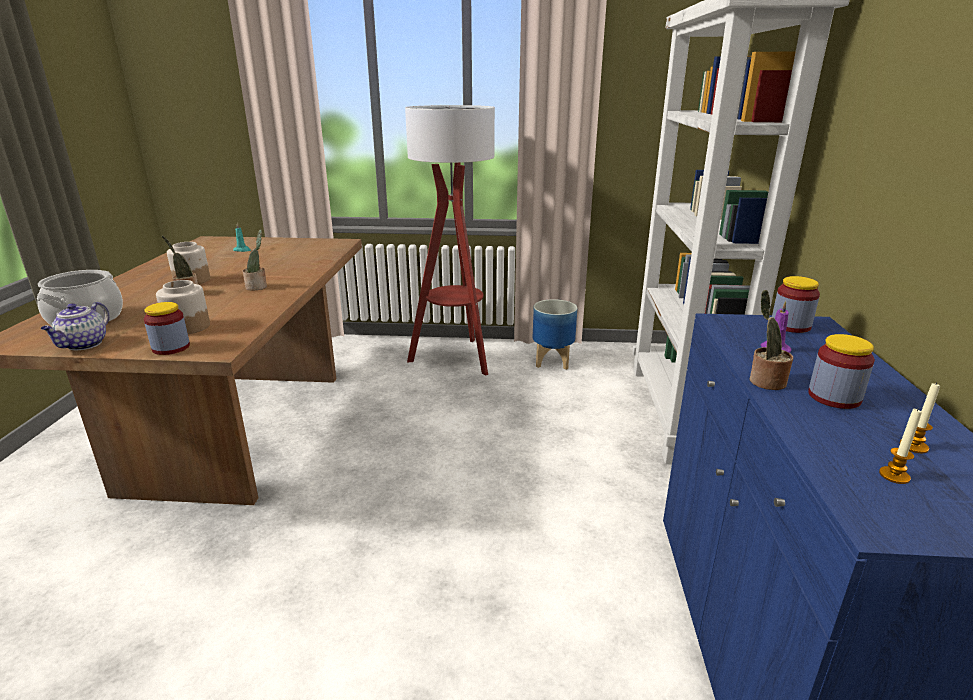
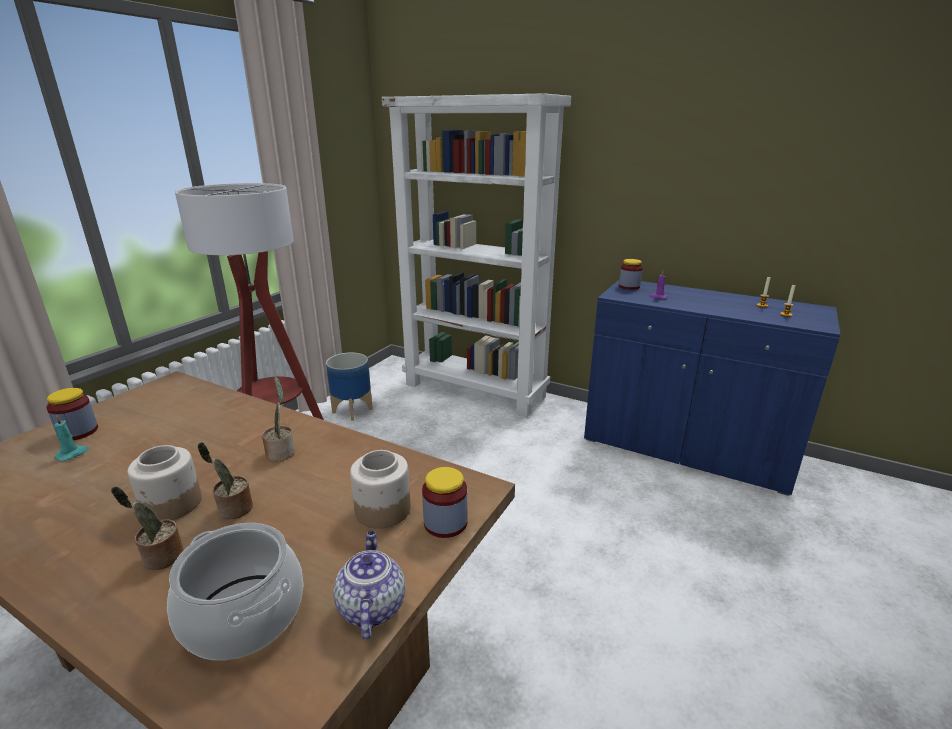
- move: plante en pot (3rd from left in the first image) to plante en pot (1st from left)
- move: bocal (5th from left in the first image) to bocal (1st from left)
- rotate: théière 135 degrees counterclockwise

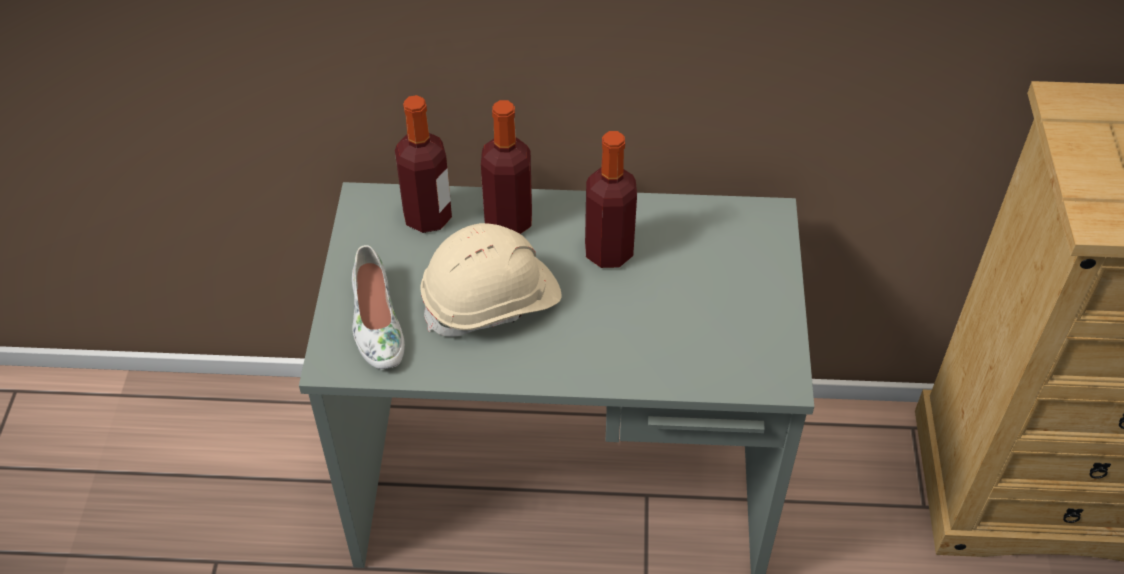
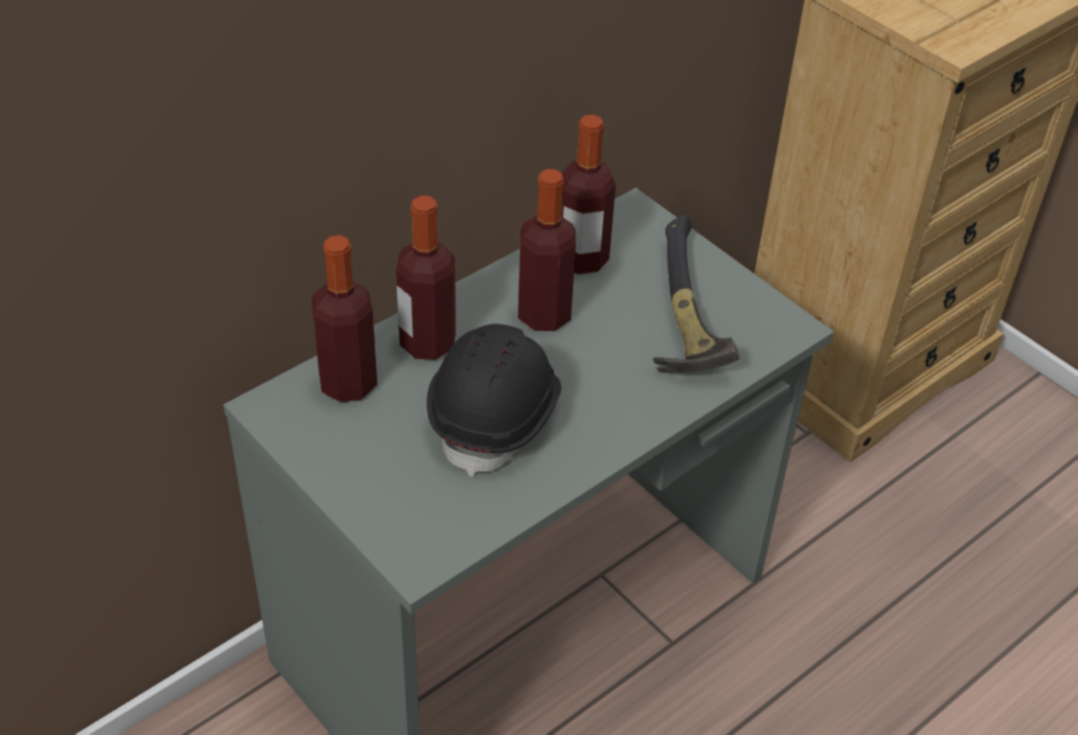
- delete: chaussure [blanc]
- insert: bouteille (4th from left)
- insert: marteau
- recolor: casque de chantier [beige] to casque de chantier [noir]

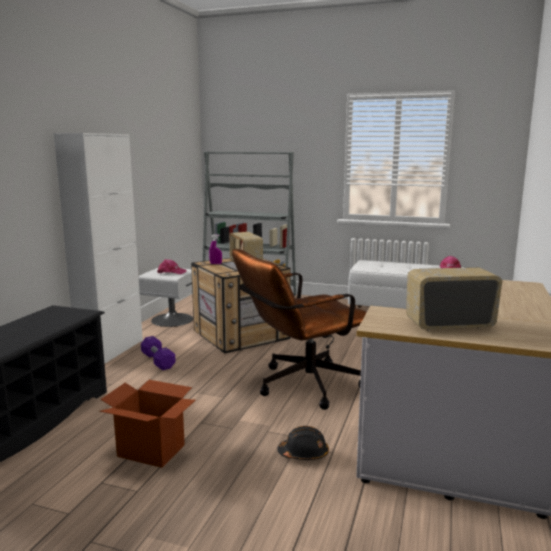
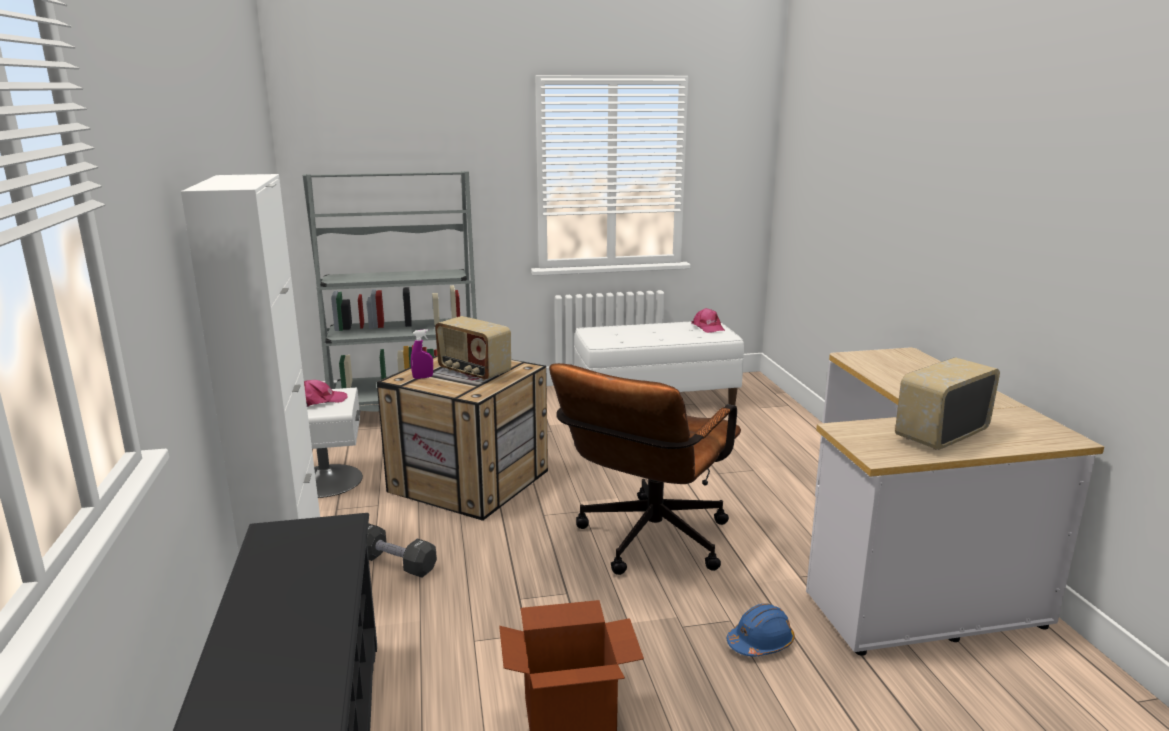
- recolor: haltère [violet] to haltère [noir]
- recolor: casque de chantier [noir] to casque de chantier [bleu]

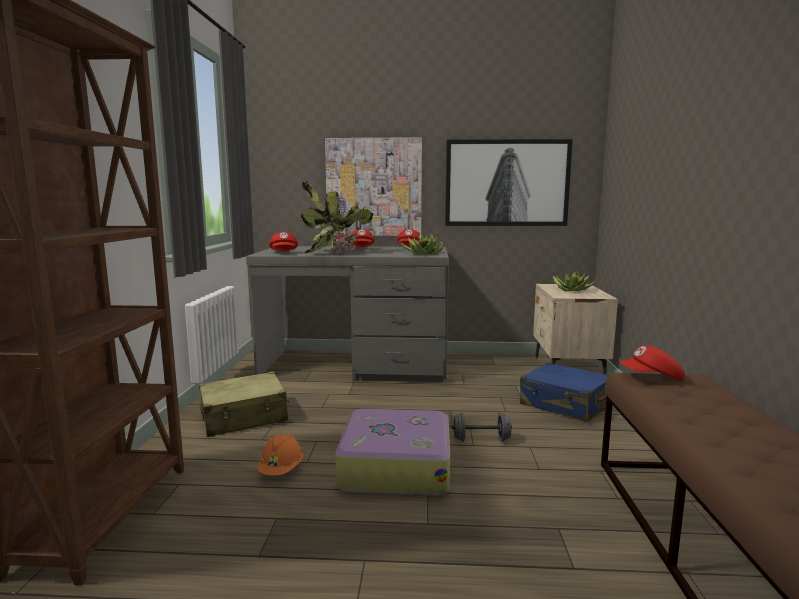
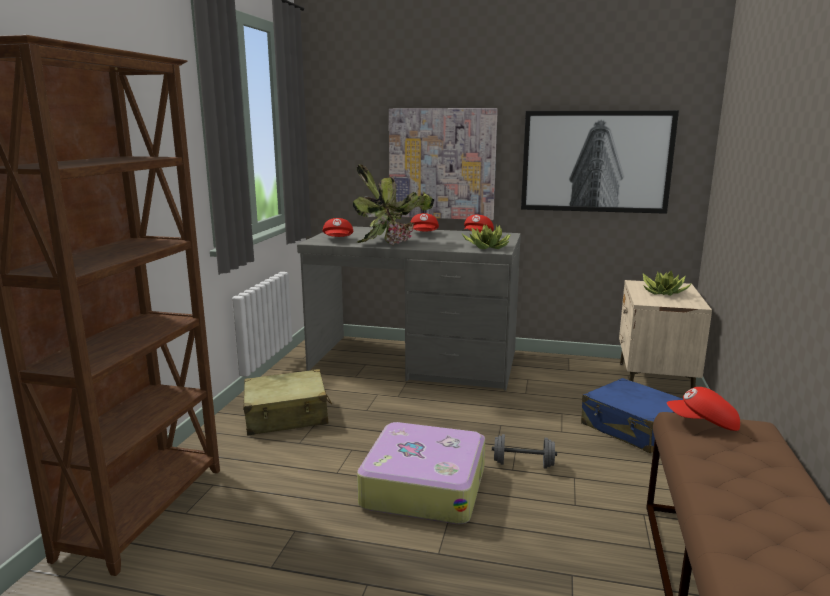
- delete: casque de chantier [orange]

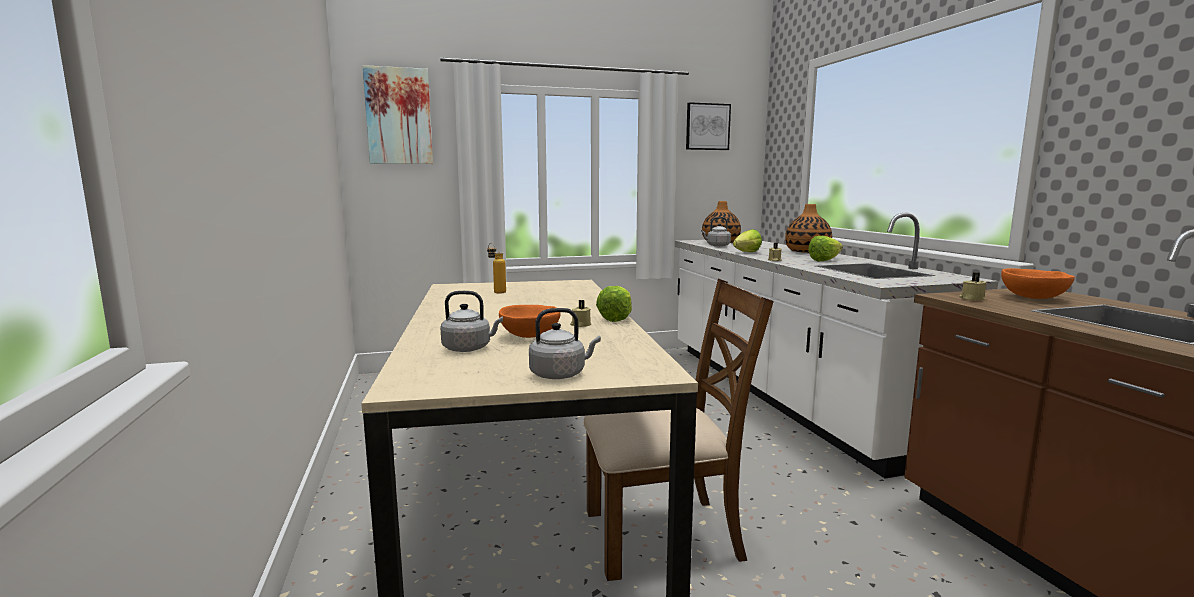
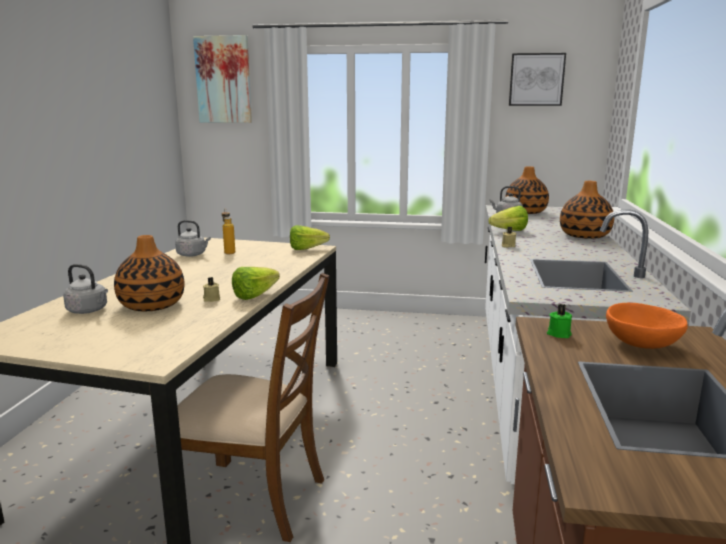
- move: bouilloire [gris] (2nd from left)
- move: laitue (3rd from left in the first image) to laitue (2nd from left)
- replace: bol [orange] (1st from left) to vase (1st from left)
- recolor: bougie [beige] (3rd from left) to bougie [vert]

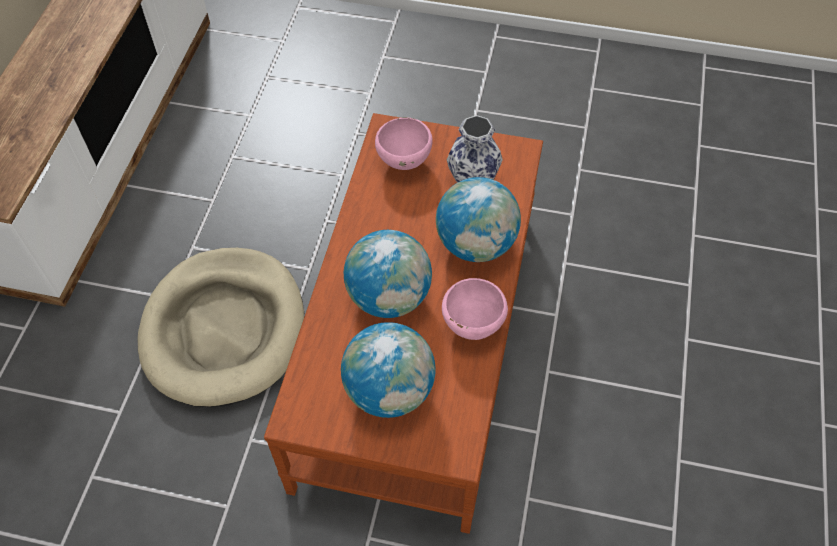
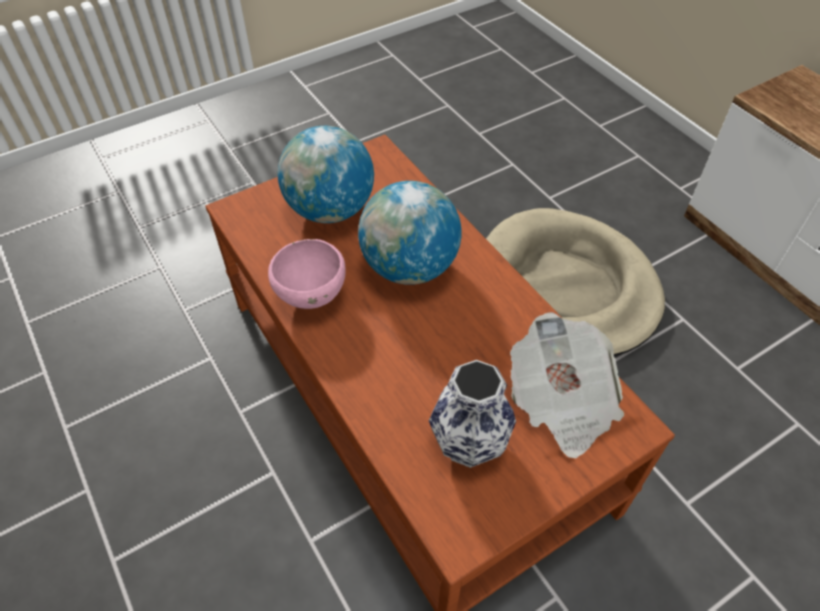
- delete: globe (3rd from left)
- replace: bol [rose] (1st from left) to journal

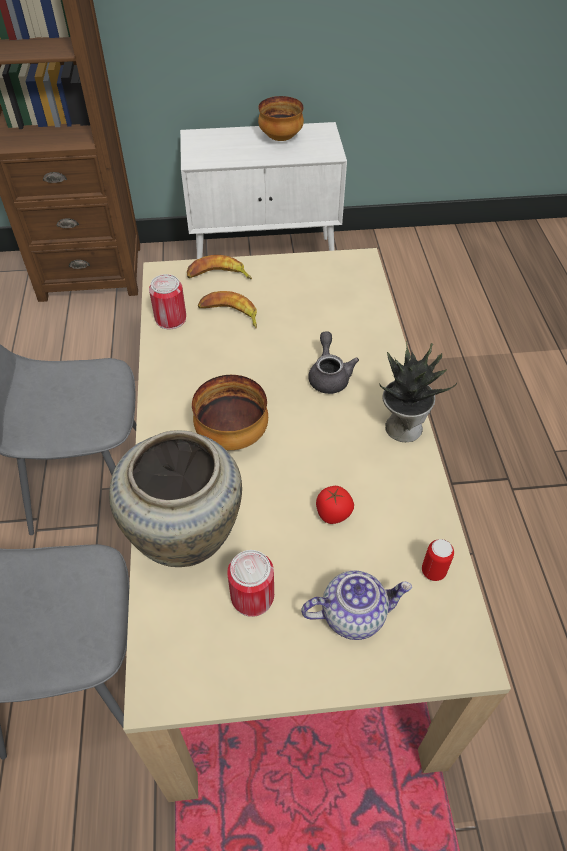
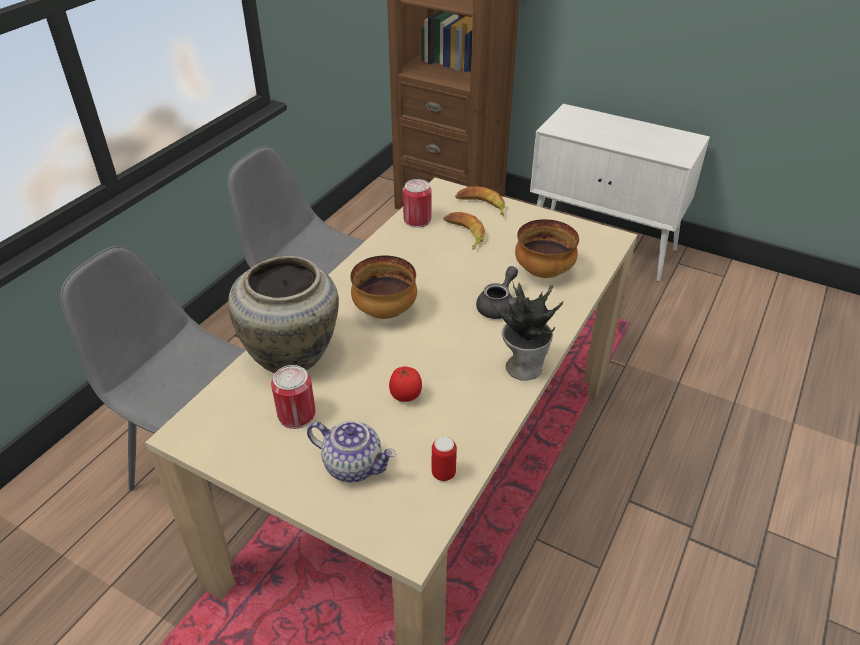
- move: bol (2nd from left)

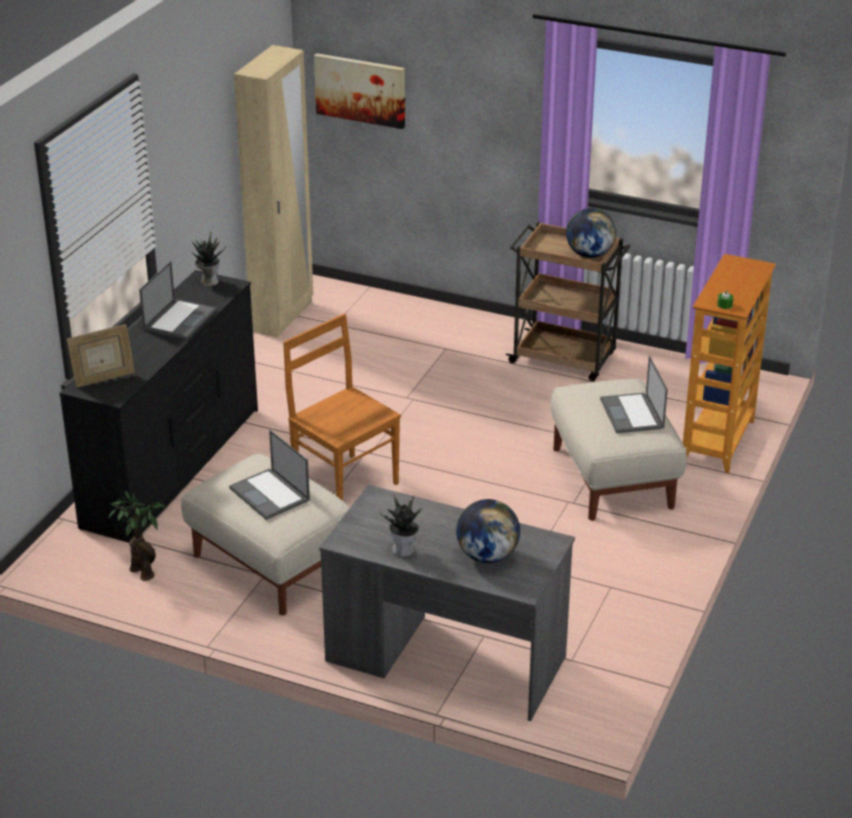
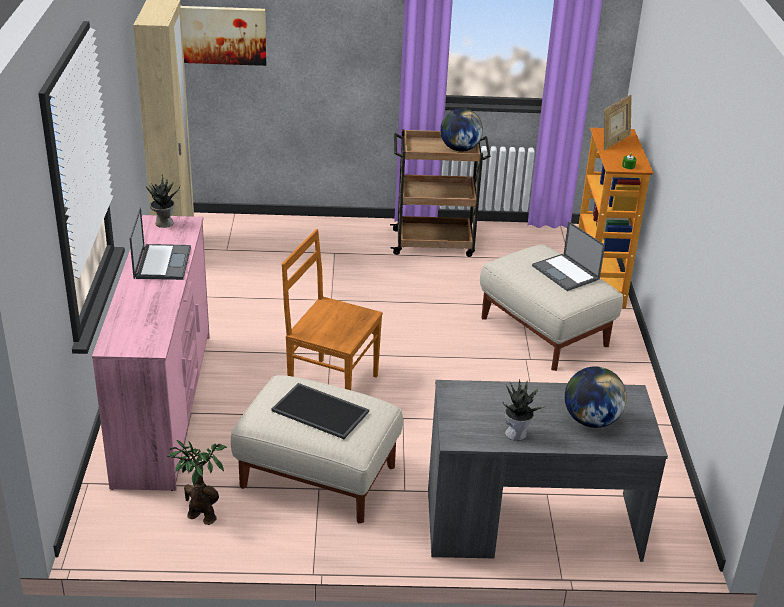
- move: cadre photo
- replace: ordinateur portable (2nd from left) to plateau
- recolor: commode [noir] to commode [rose]

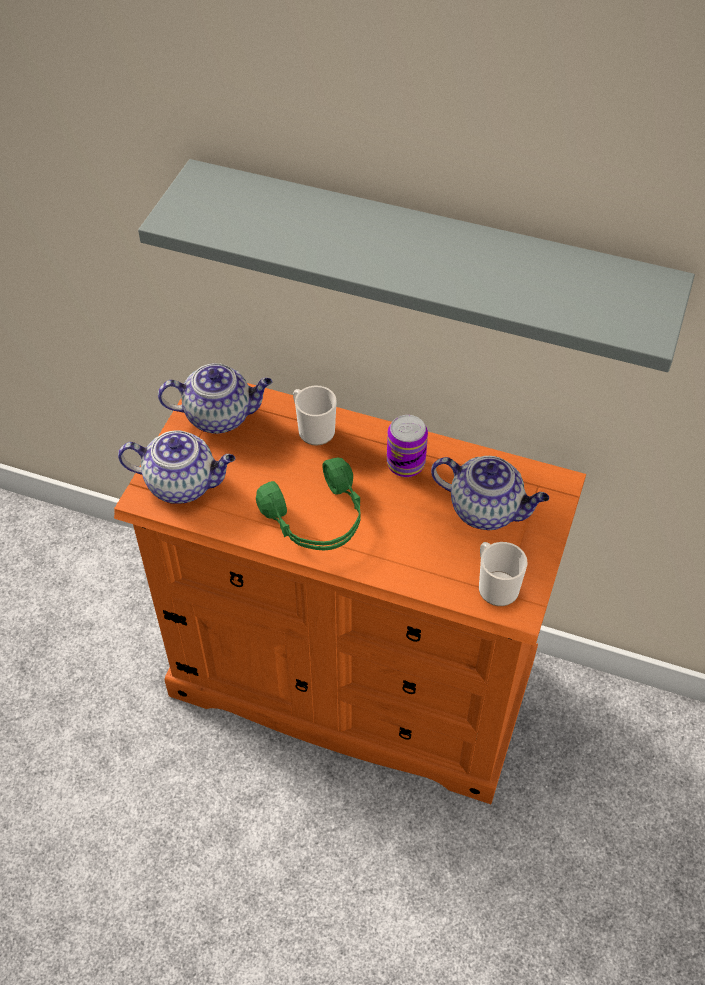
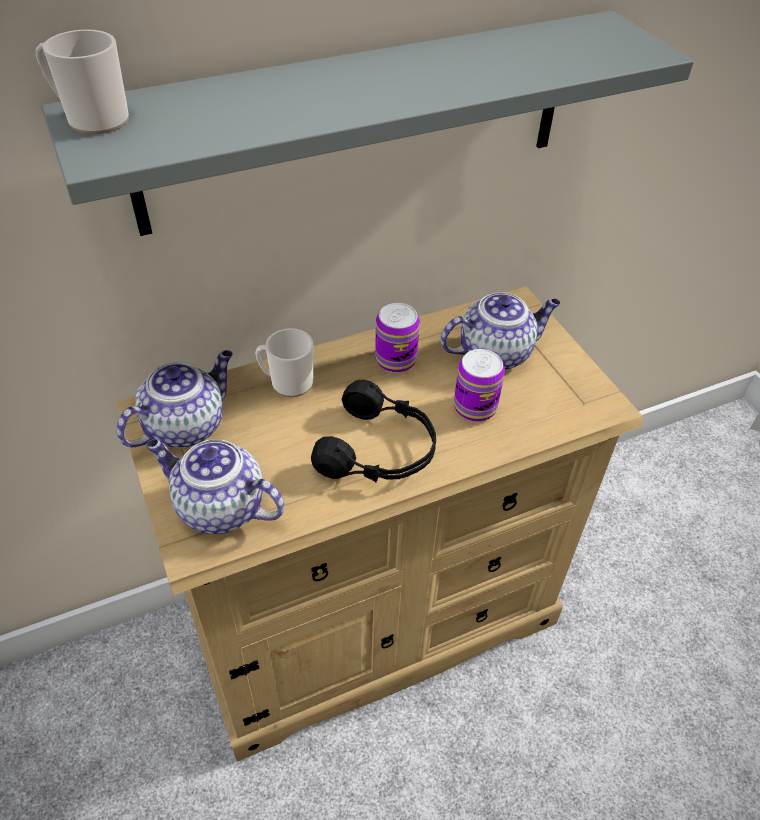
- insert: boîte métallique (2nd from left)
- move: mug (2nd from left in the first image) to mug (1st from left)
- recolor: commode [orange] to commode [beige]
- recolor: casque audio [vert] to casque audio [noir]
- rotate: théière (1st from left in the first image) 120 degrees counterclockwise

